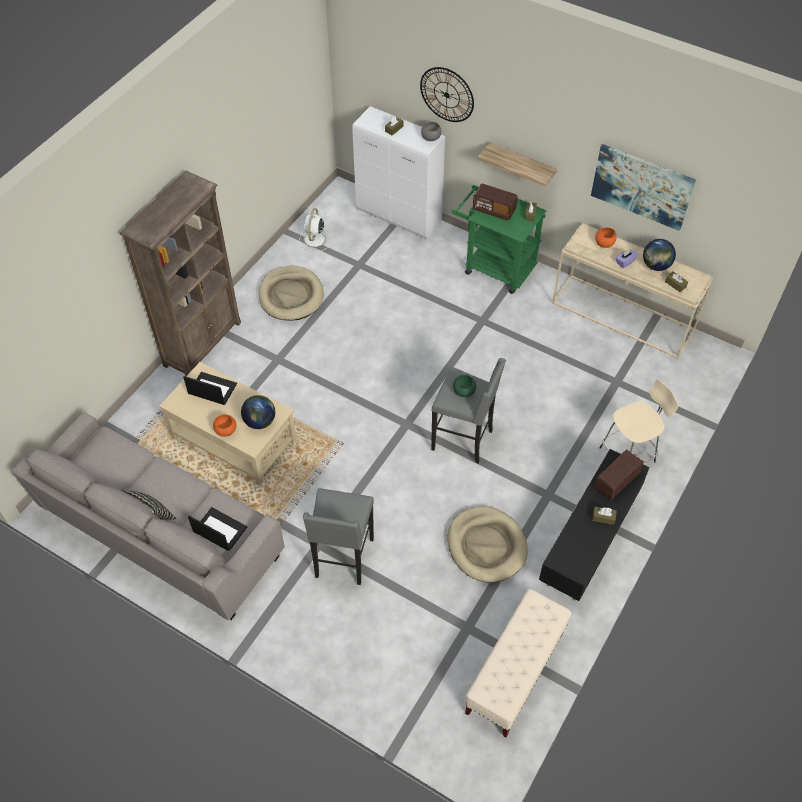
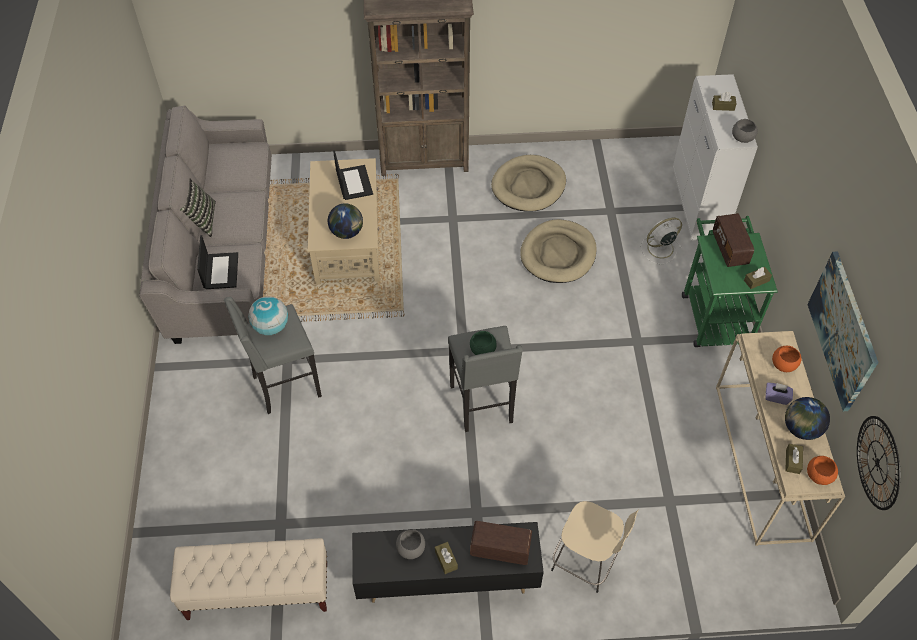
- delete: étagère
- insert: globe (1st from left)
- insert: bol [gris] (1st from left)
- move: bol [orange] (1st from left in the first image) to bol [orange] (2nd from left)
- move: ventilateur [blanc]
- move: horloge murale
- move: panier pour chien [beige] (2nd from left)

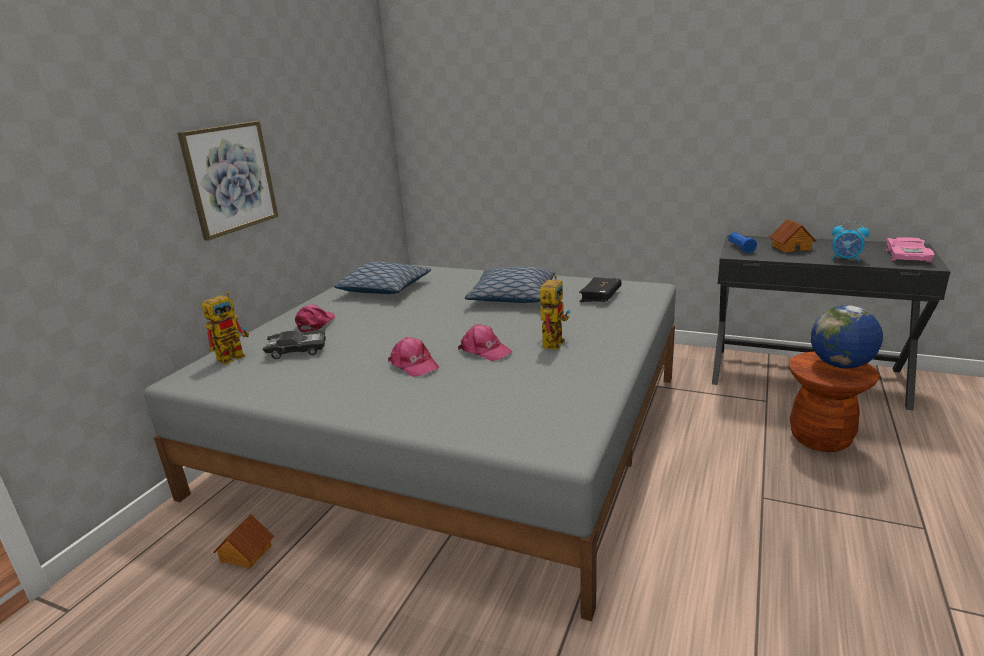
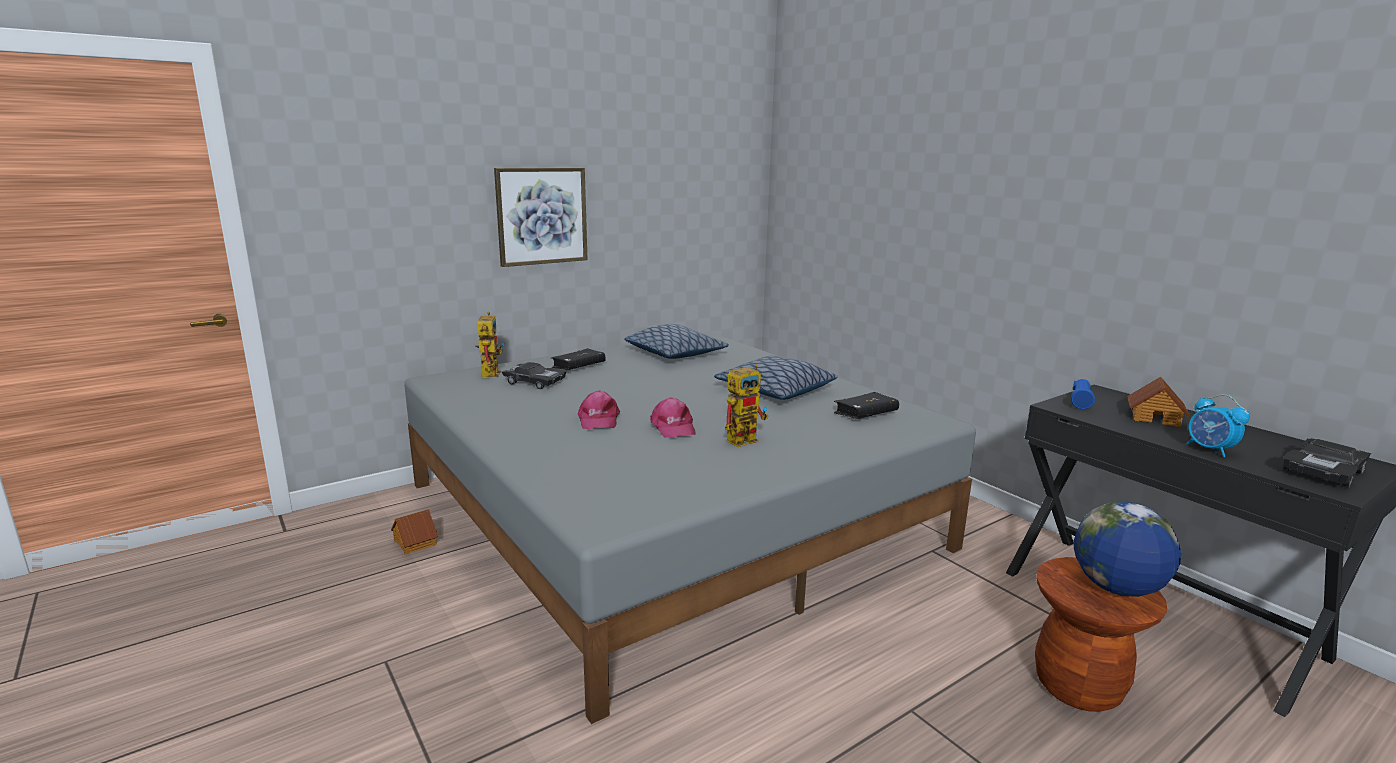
- replace: casquette [rose] (1st from left) to livre [noir] (1st from left)
- recolor: petite voiture [rose] to petite voiture [noir] (2nd from left)
- rotate: robot jouet (1st from left) 75 degrees counterclockwise

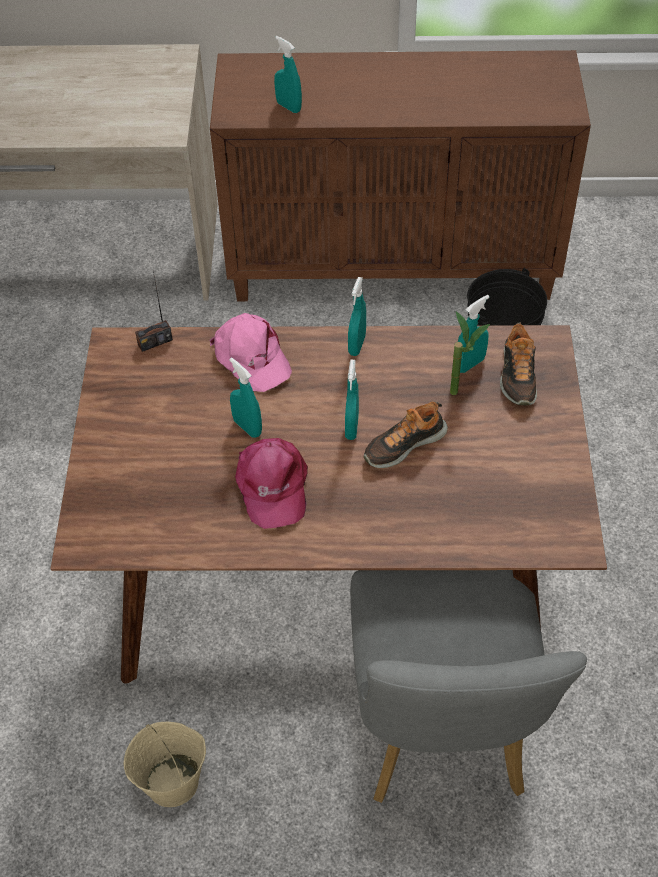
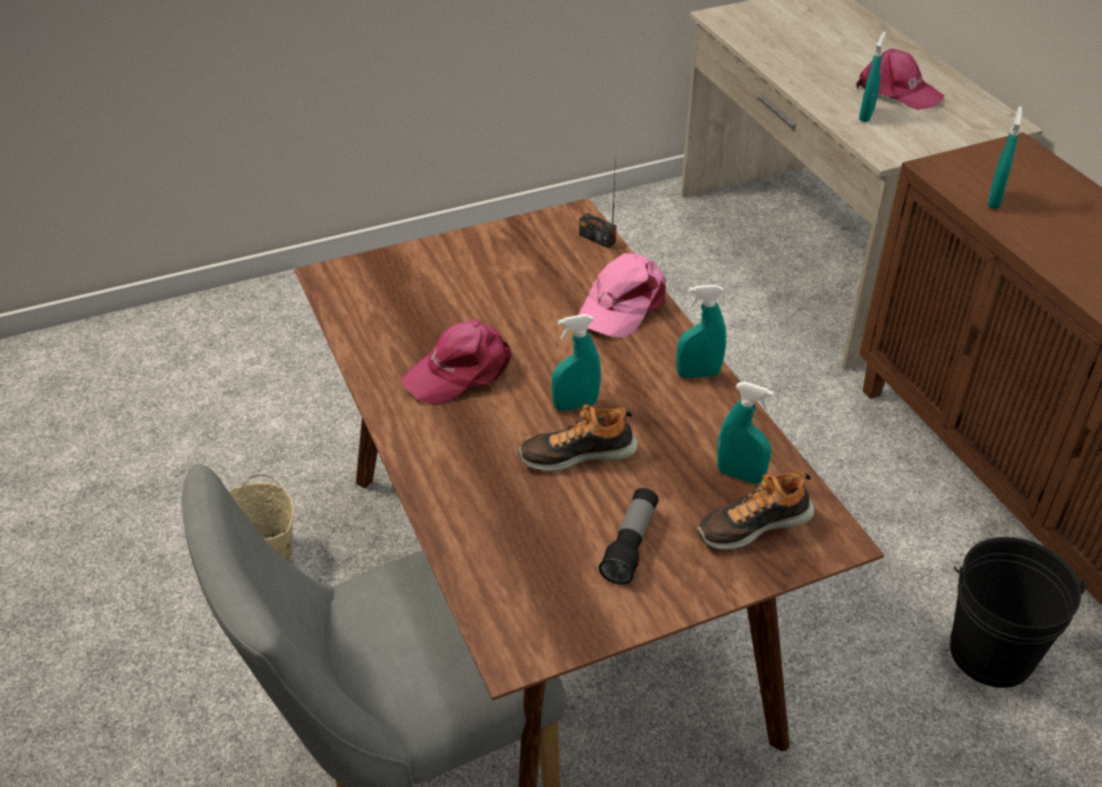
- delete: plante en pot
- insert: lampe de poche
- insert: casquette [rose] (3rd from left)
- move: vaporisateur [turquoise] (1st from left in the first image) to vaporisateur [turquoise] (4th from left)
- rotate: chaussure (1st from left) 45 degrees counterclockwise

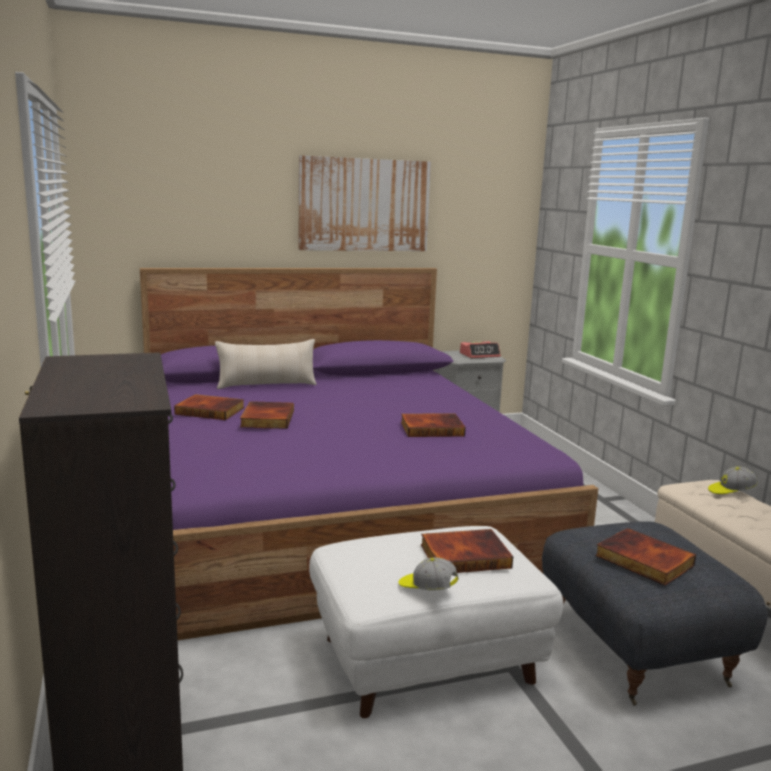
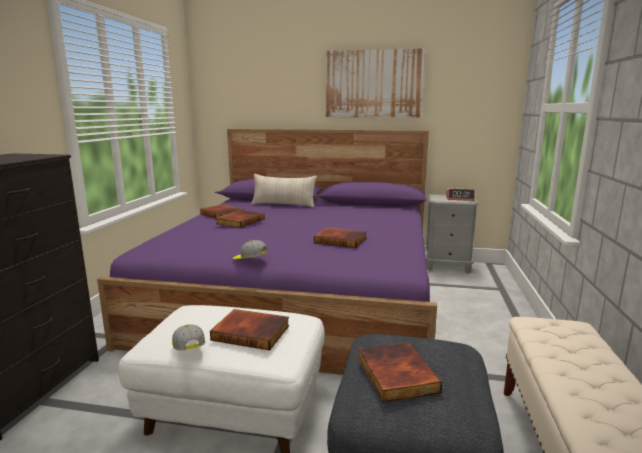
- move: casquette (2nd from left)

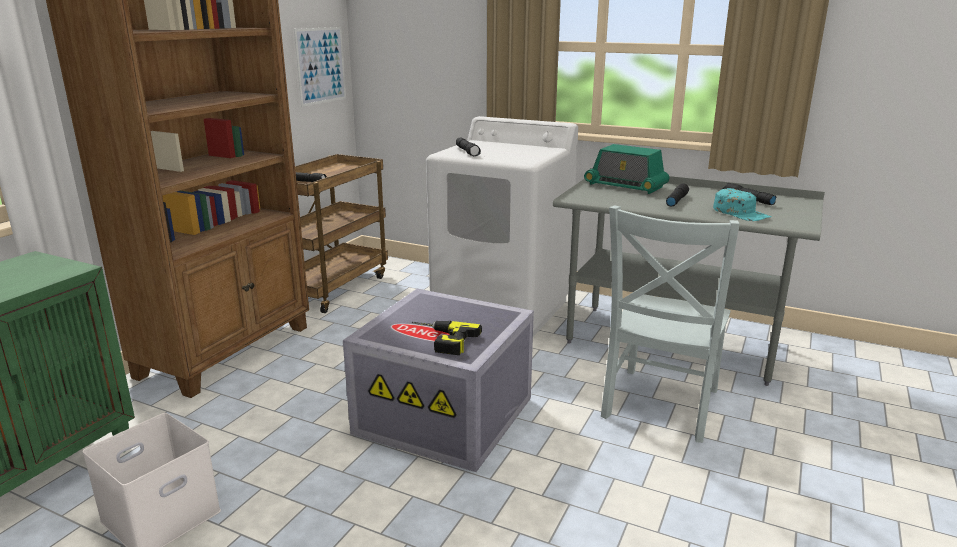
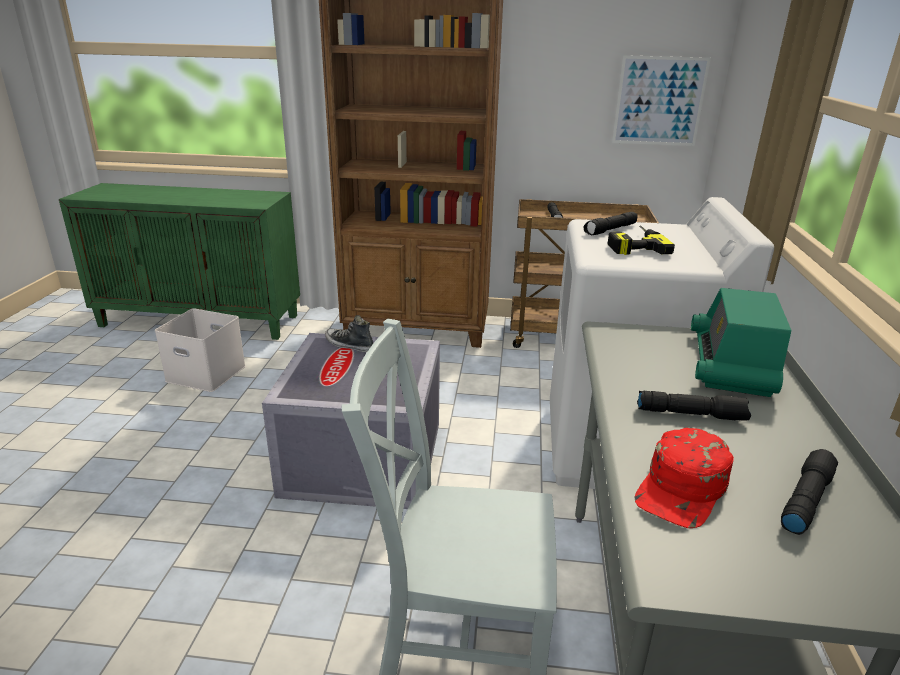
- insert: chaussure
- move: perceuse
- recolor: casquette [turquoise] to casquette [rouge]

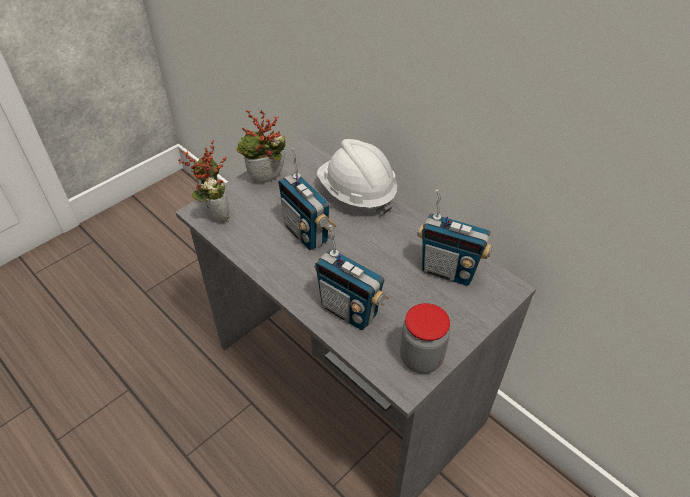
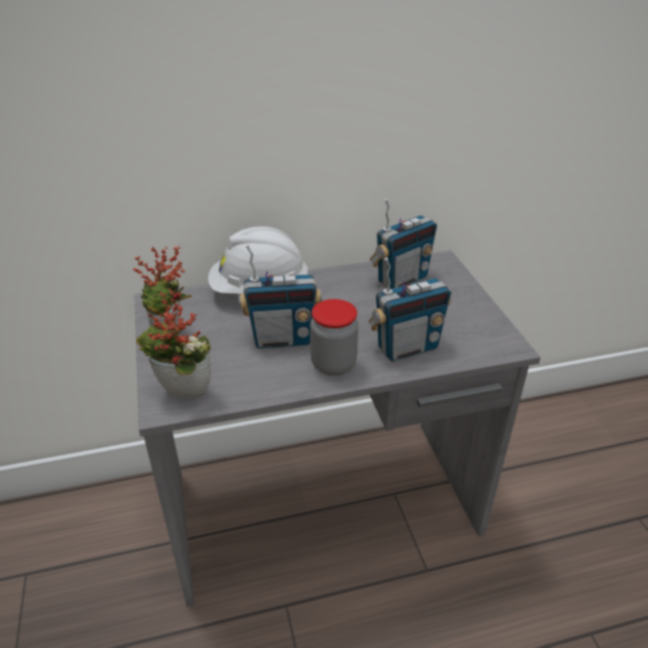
- move: bocal

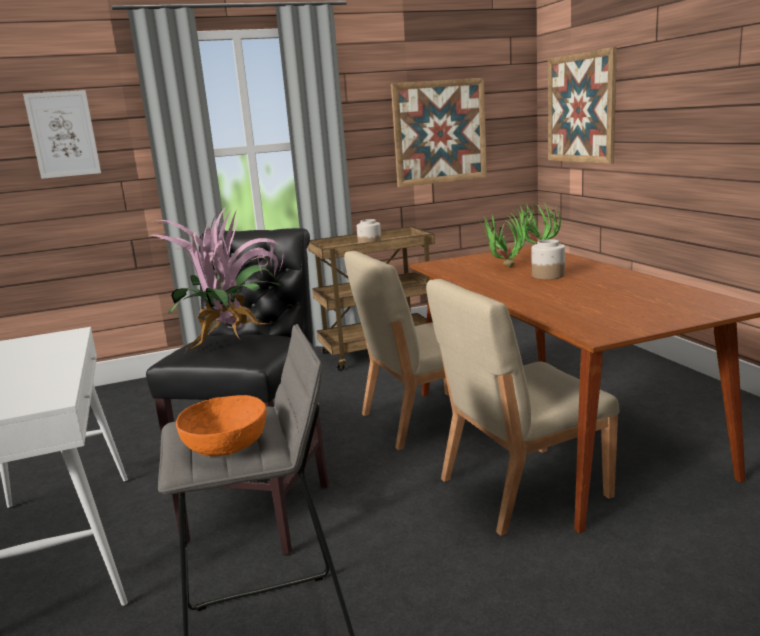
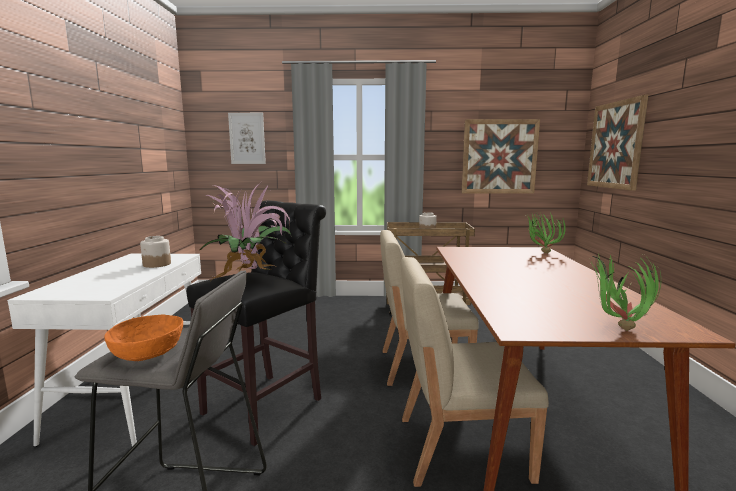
- move: plante en pot (2nd from left in the first image) to plante en pot (3rd from left)
- move: bocal (2nd from left in the first image) to bocal (1st from left)

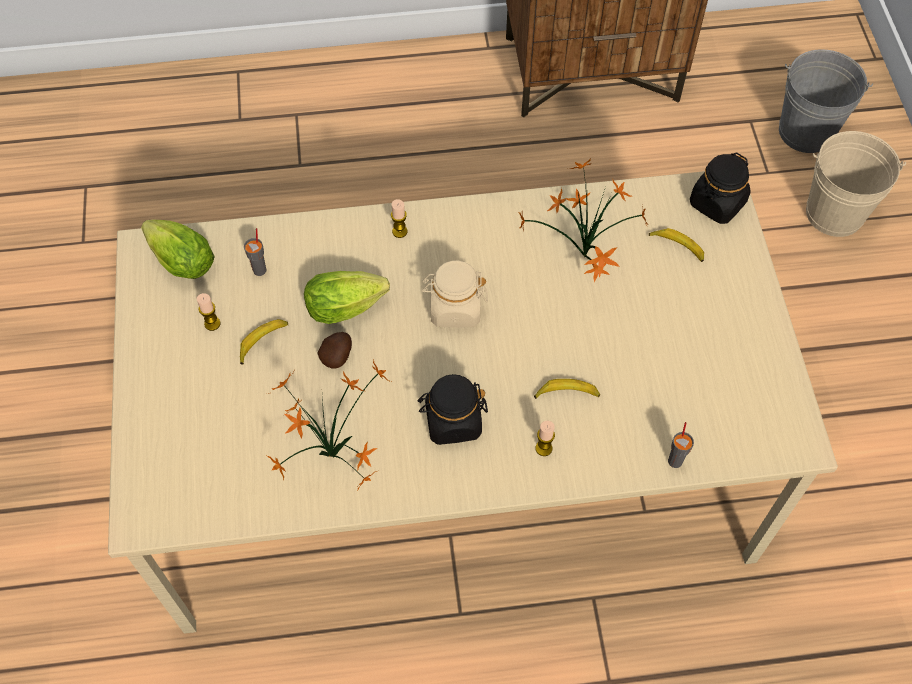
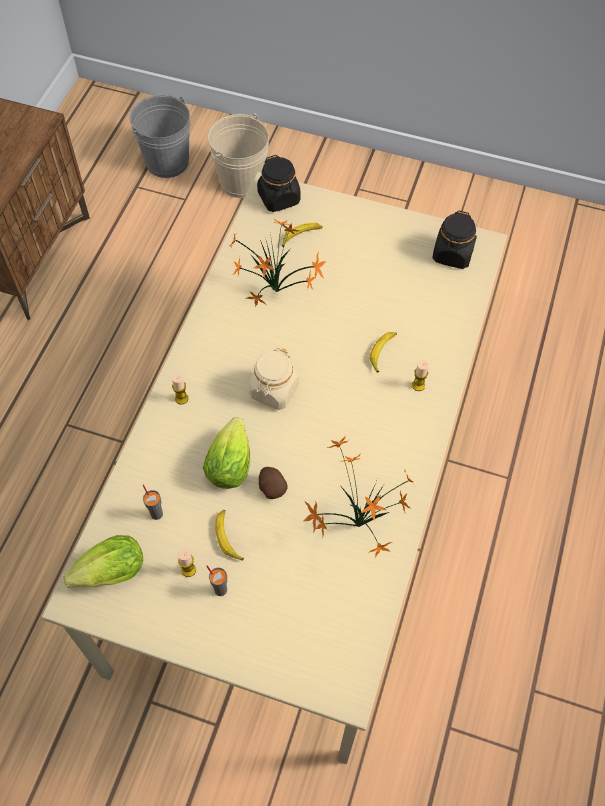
- move: bocal [noir] (1st from left in the first image) to bocal [noir] (2nd from left)
- move: tasse [gris] (2nd from left)

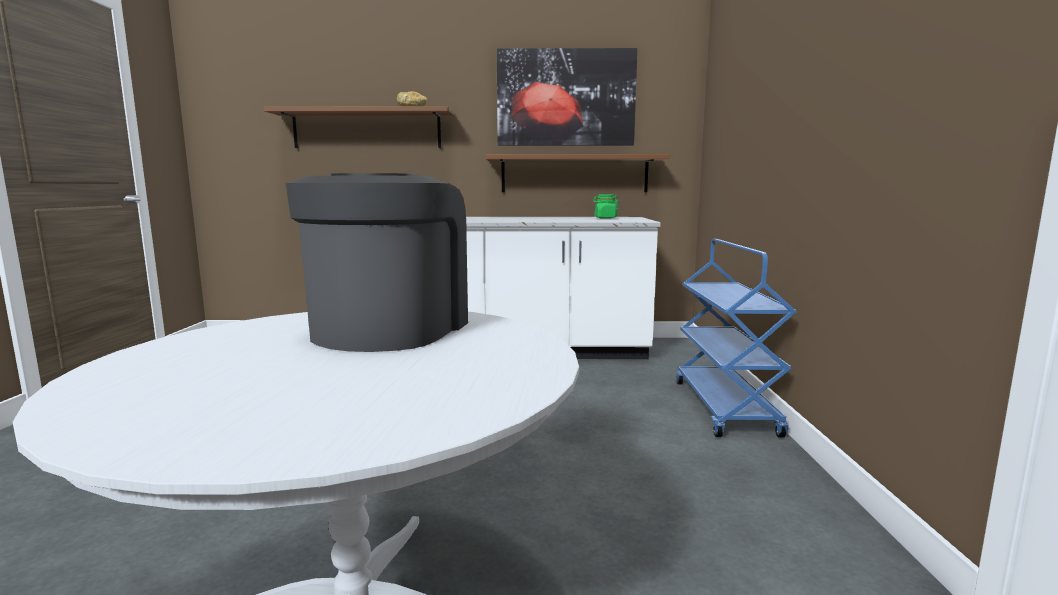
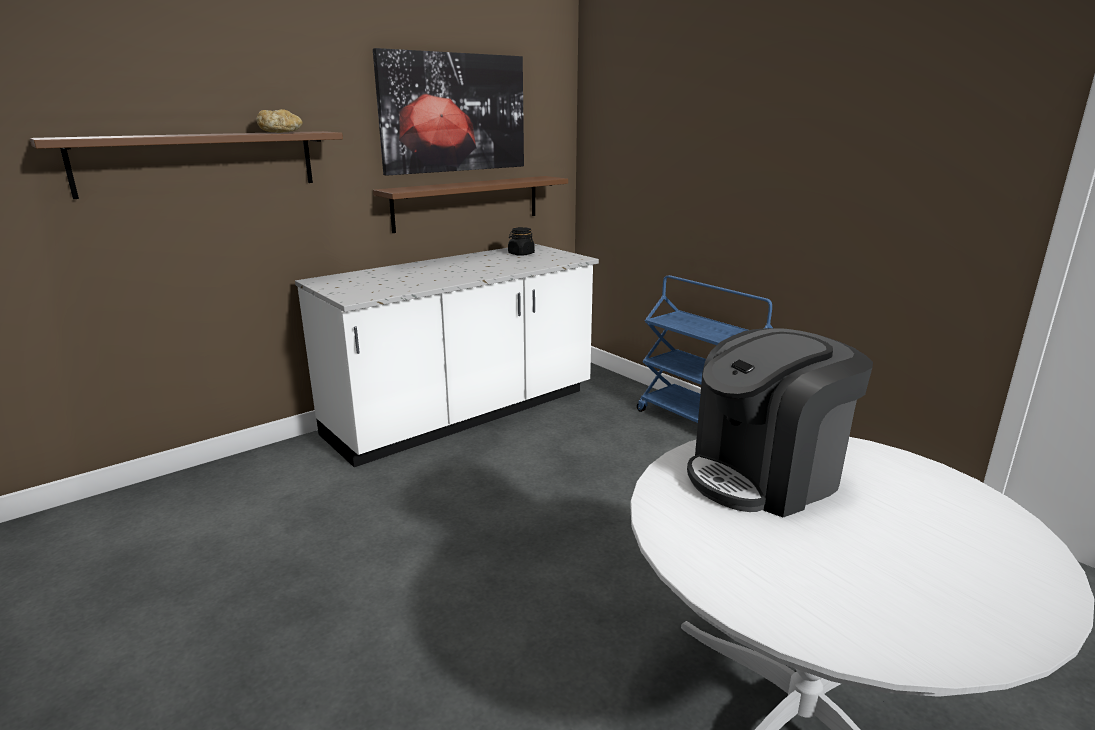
- recolor: bocal [vert] to bocal [noir]
- rotate: machine à café 90 degrees counterclockwise

